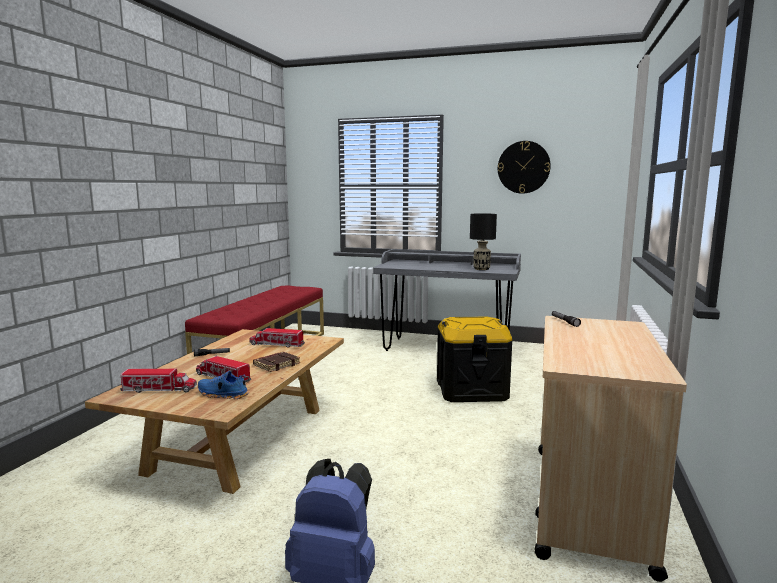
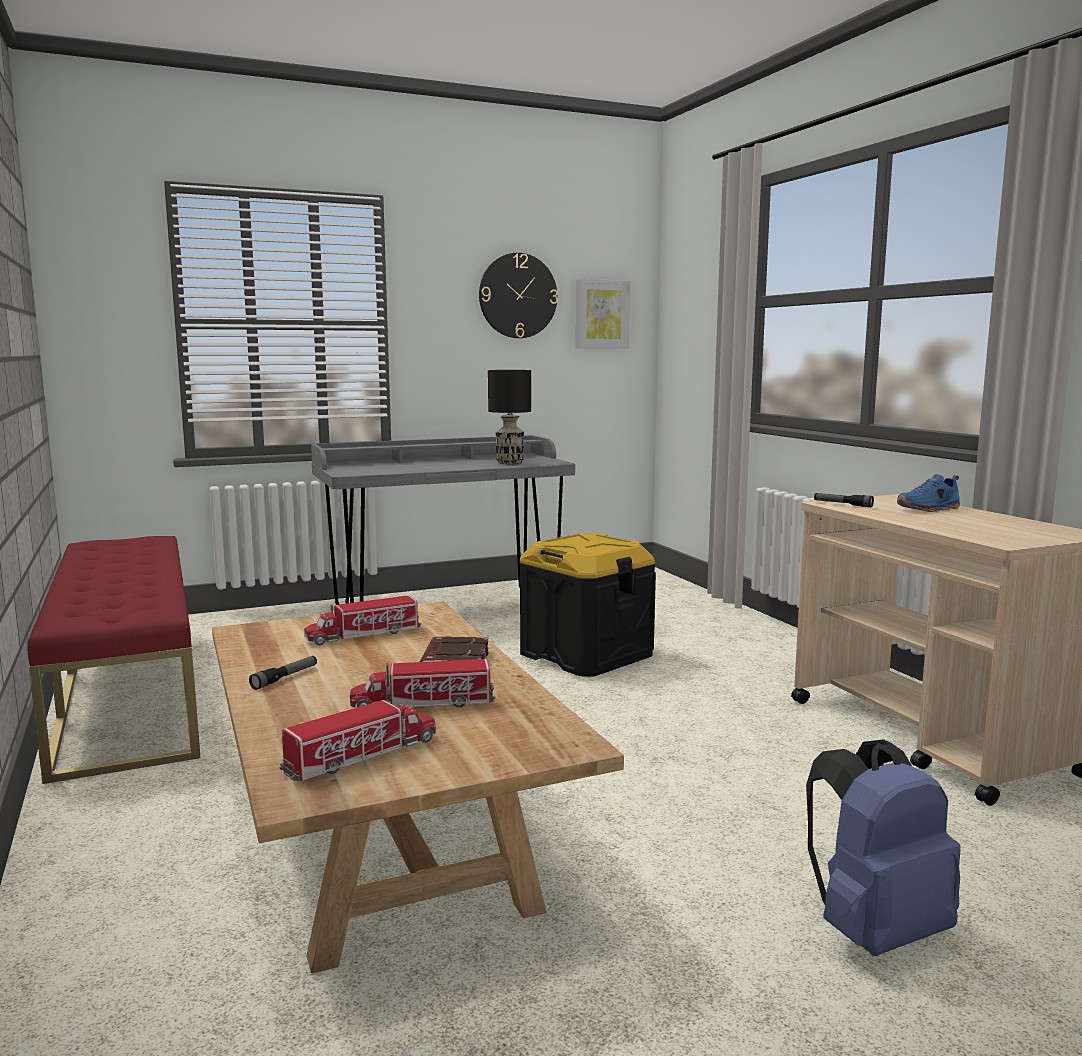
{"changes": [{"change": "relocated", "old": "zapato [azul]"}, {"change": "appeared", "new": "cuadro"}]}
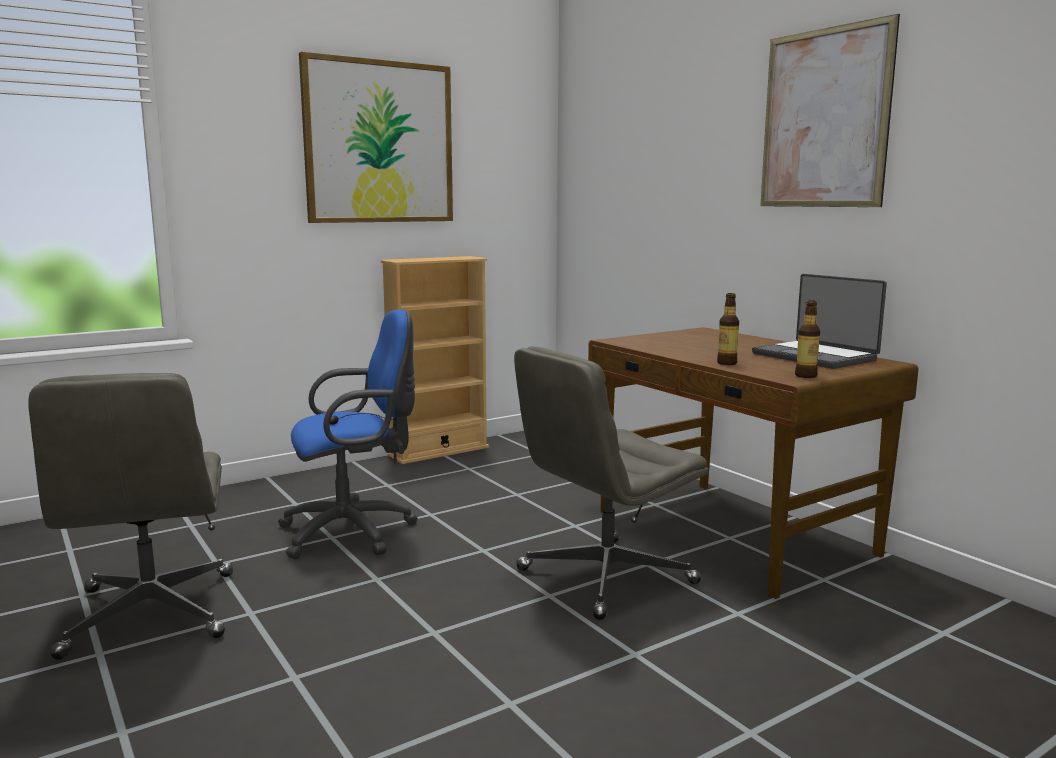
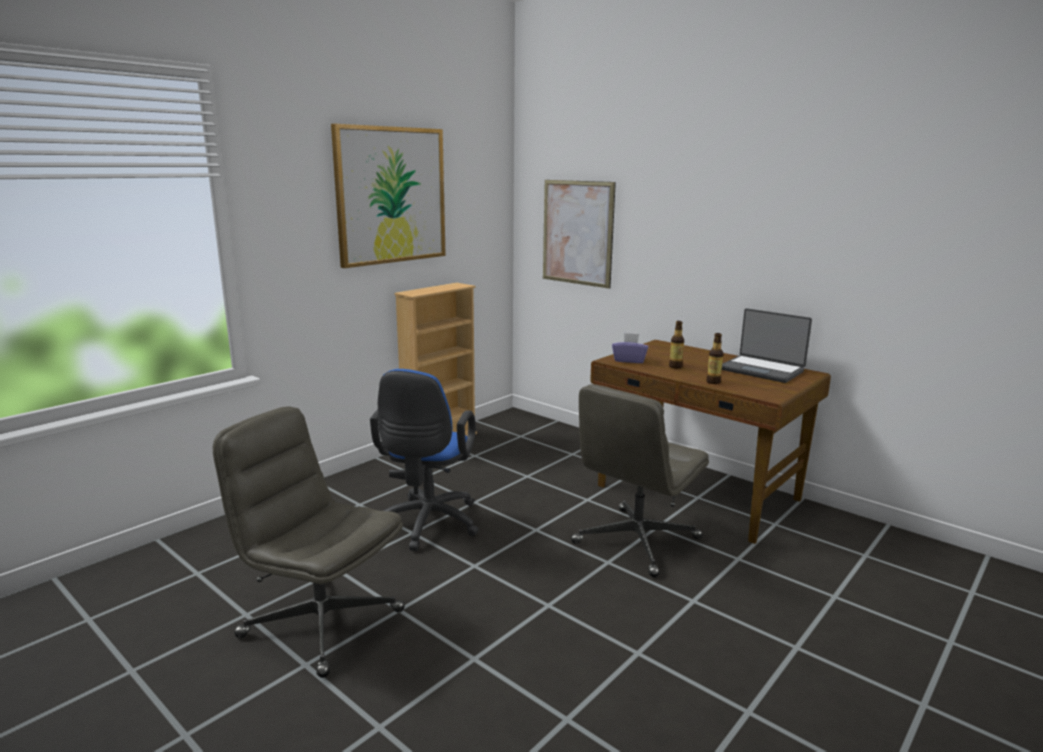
{"changes": [{"change": "relocated", "old": "cuadro (no. 2 from left)"}, {"change": "relocated", "old": "botella (no. 2 from left in the first image)", "new": "botella (no. 1 from left)"}, {"change": "spun", "old": "silla de oficina [azul]", "degrees": 135}, {"change": "spun", "old": "silla de oficina [gris] (no. 1 from left)", "degrees": 150}, {"change": "appeared", "new": "caja de pañuelos [morado]"}]}
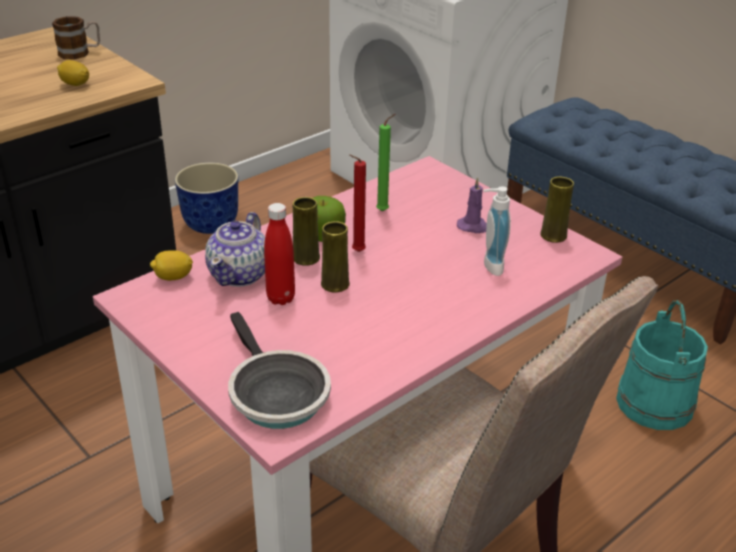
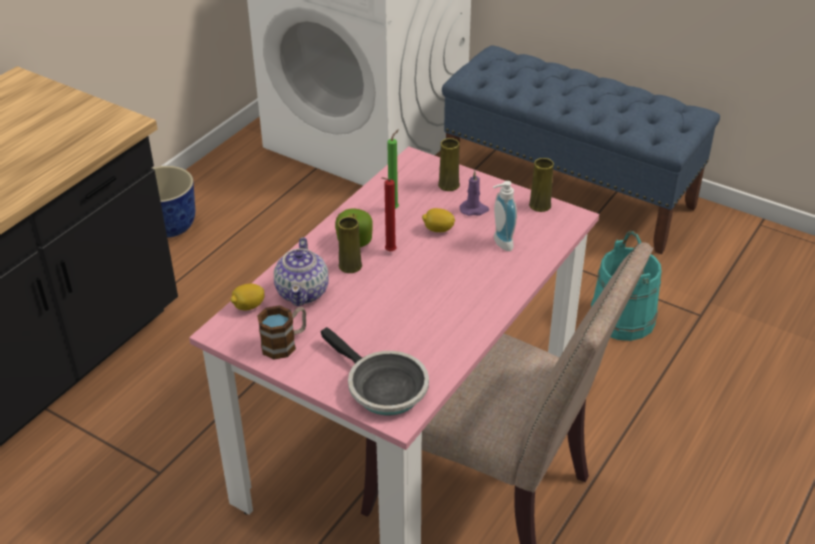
{"changes": [{"change": "relocated", "old": "taza grande"}, {"change": "relocated", "old": "limón (no. 1 from left in the first image)", "new": "limón (no. 2 from left)"}, {"change": "missing", "old": "botella [rojo]"}, {"change": "relocated", "old": "florero [amarillo] (no. 2 from left)"}]}
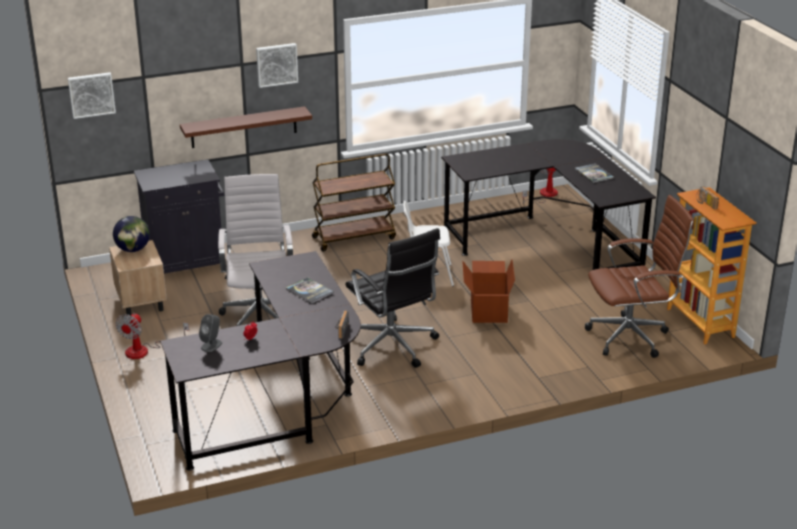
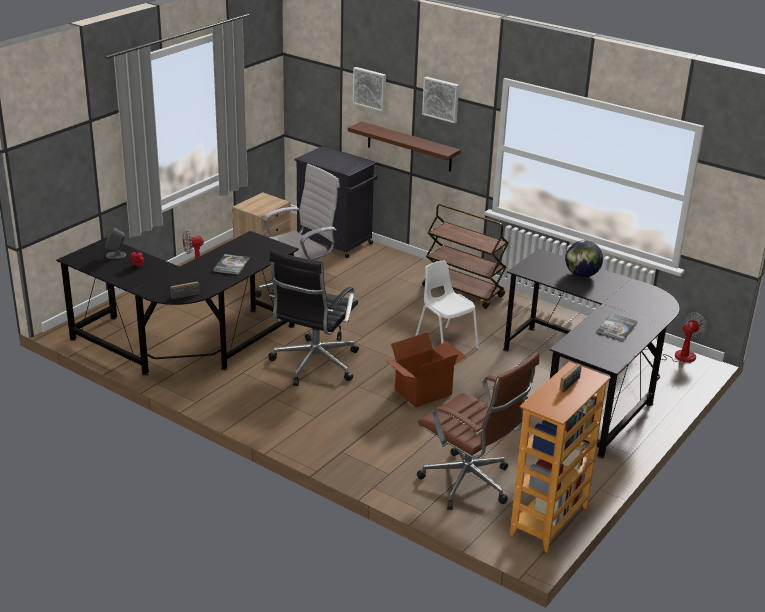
{"changes": [{"change": "relocated", "old": "cuadro (no. 1 from left)"}, {"change": "relocated", "old": "globo terráqueo"}]}
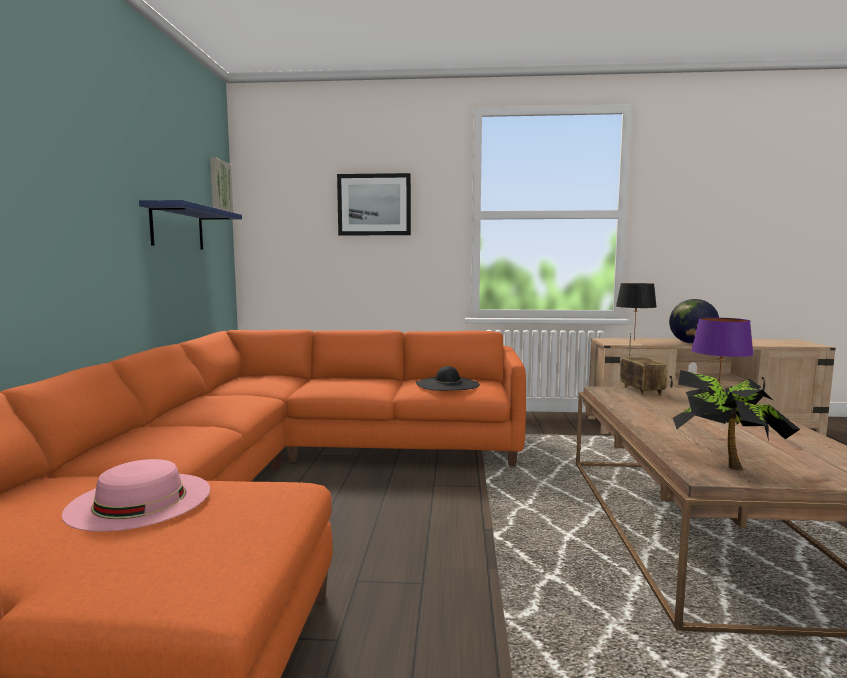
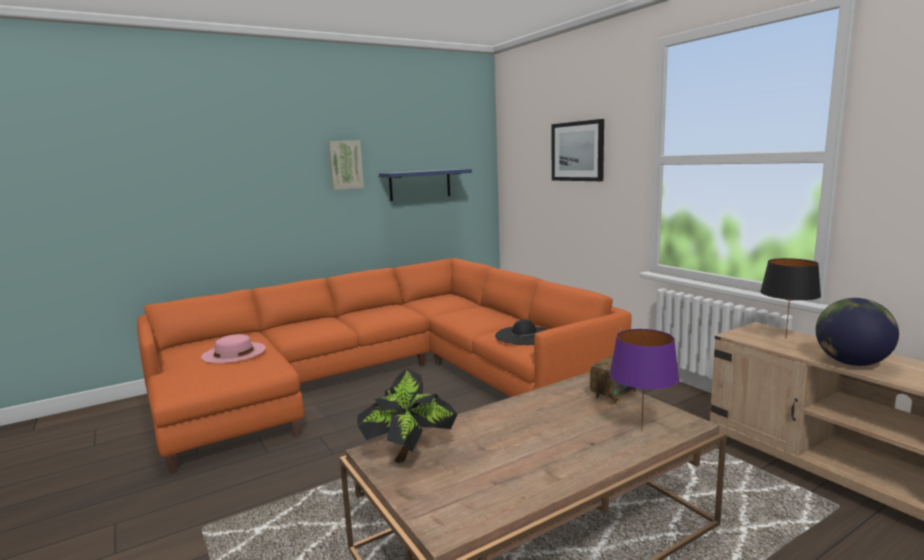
{"changes": [{"change": "relocated", "old": "cuadro (no. 1 from left)"}]}
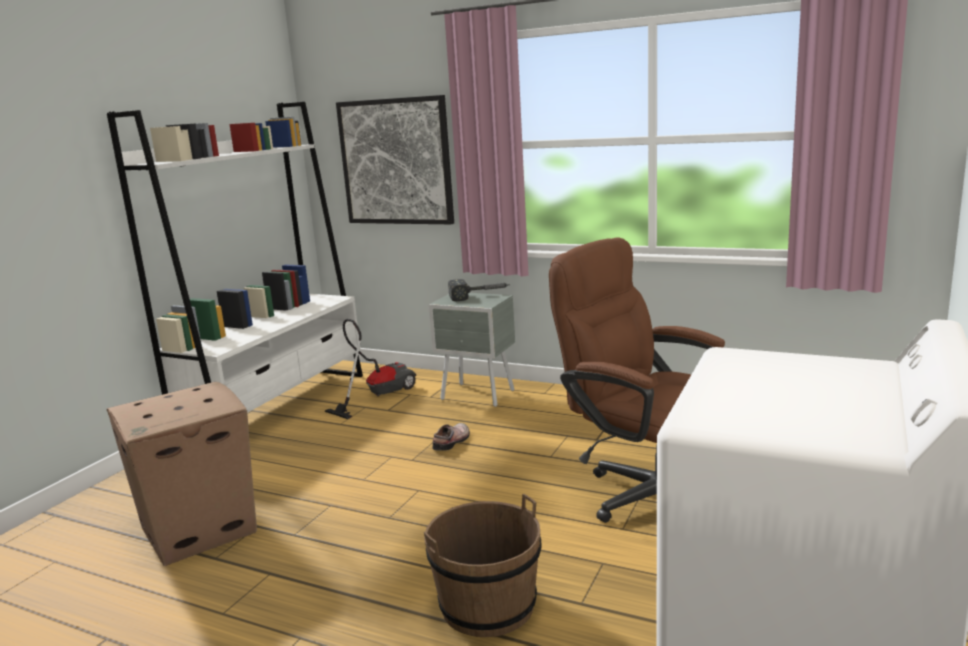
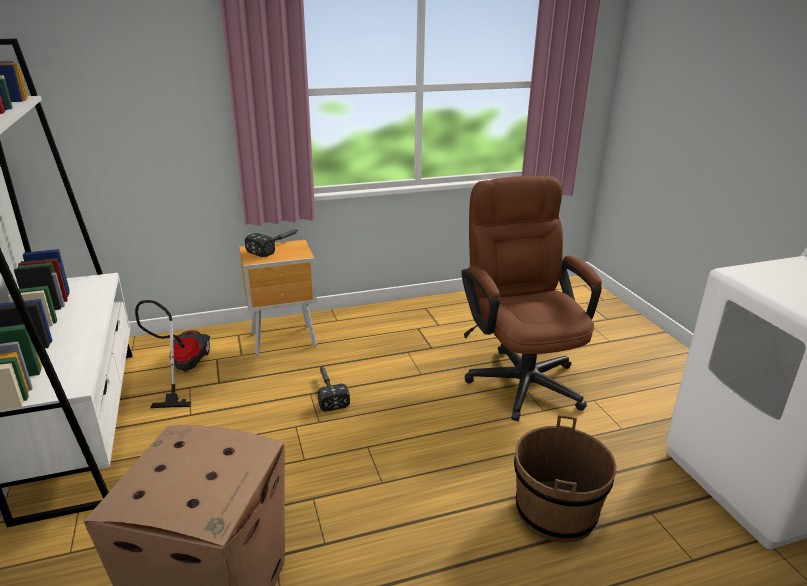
{"changes": [{"change": "missing", "old": "cuadro"}, {"change": "spun", "old": "silla de oficina [marrón]", "degrees": 75}, {"change": "colour", "old": "mesita de noche [gris]", "new": "mesita de noche [marrón]"}, {"change": "exchanged", "old": "zapato", "new": "martillo (no. 2 from left)"}]}
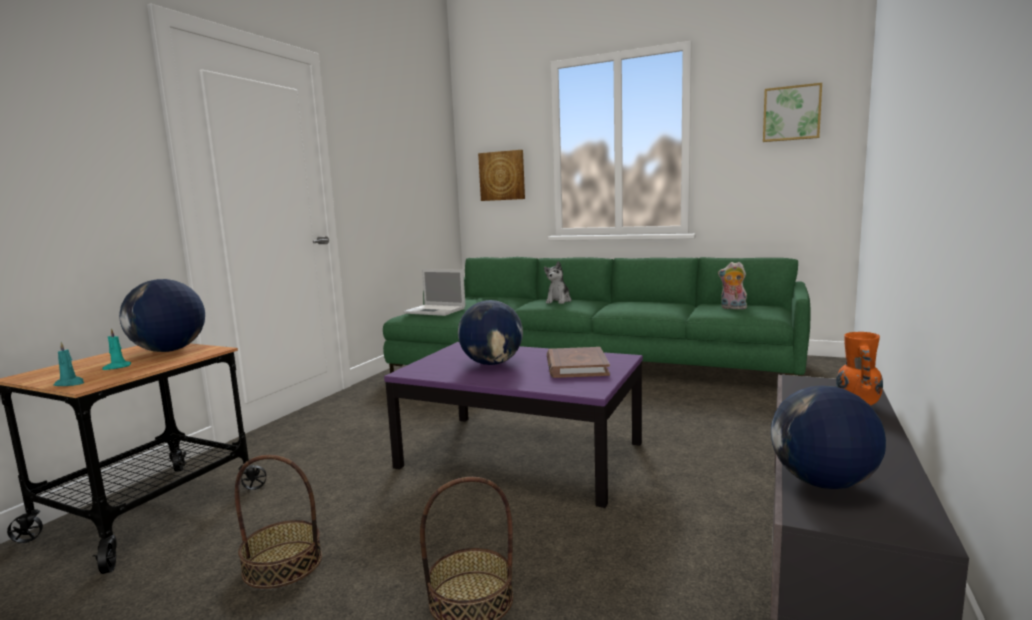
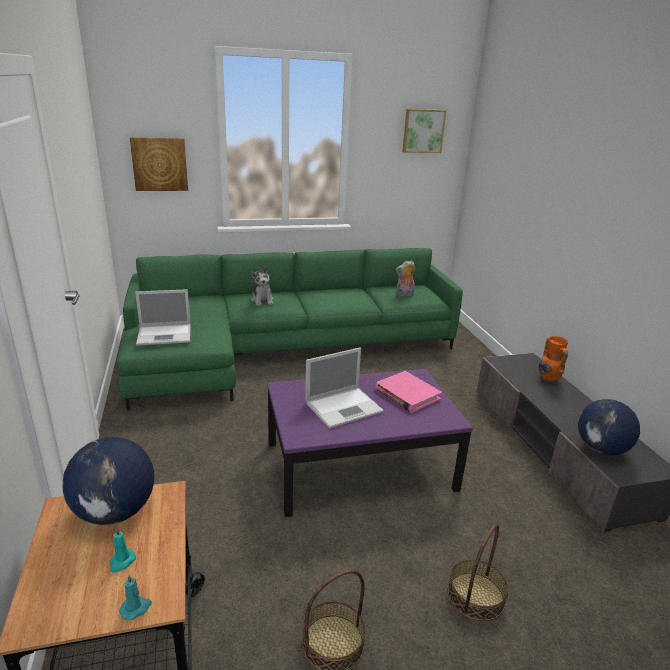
{"changes": [{"change": "exchanged", "old": "globo terráqueo (no. 2 from left)", "new": "portátil (no. 2 from left)"}, {"change": "colour", "old": "libro [marrón]", "new": "libro [rosa]"}]}
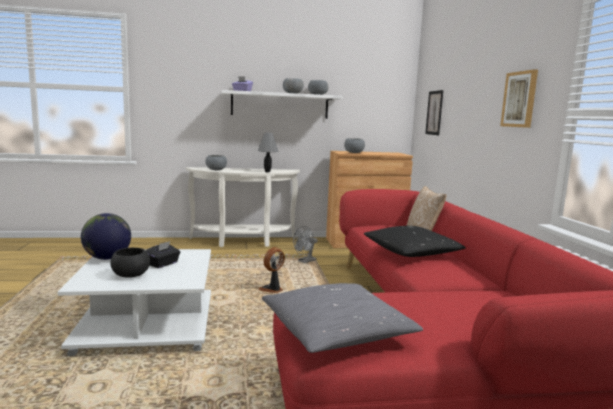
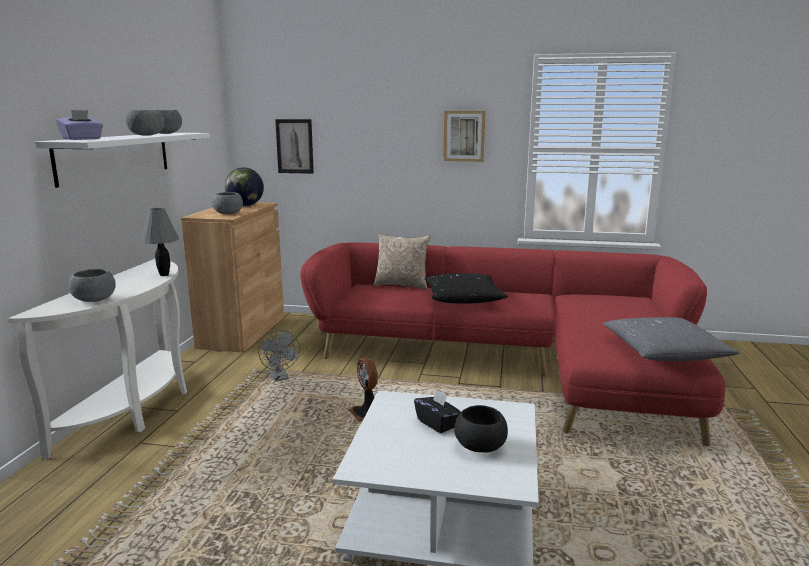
{"changes": [{"change": "relocated", "old": "globo terráqueo"}]}
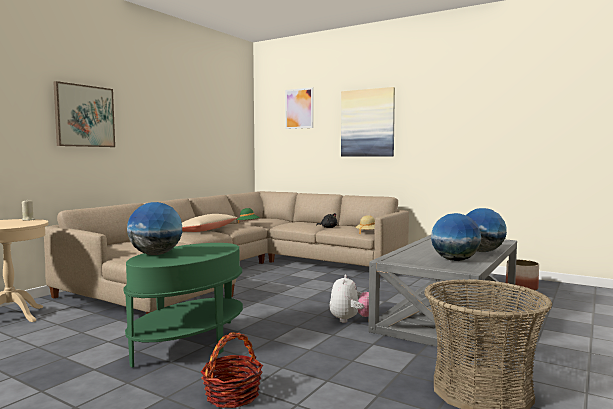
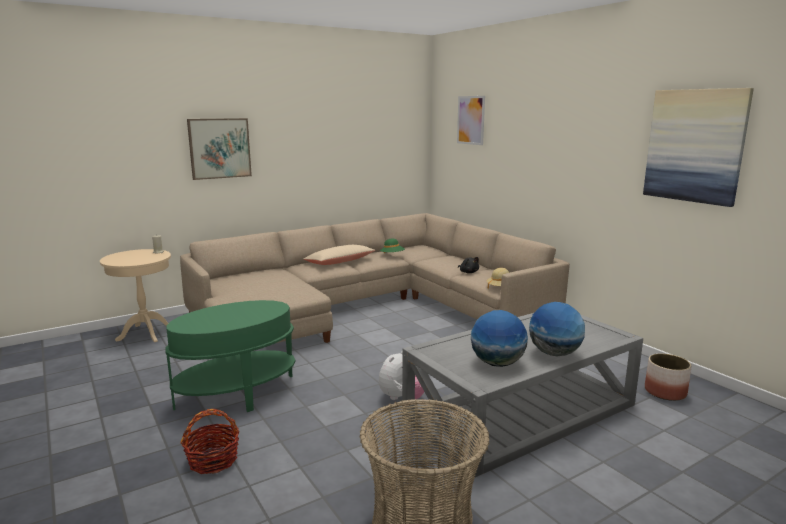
{"changes": [{"change": "relocated", "old": "cuadro (no. 3 from left)"}, {"change": "missing", "old": "globo terráqueo (no. 1 from left)"}]}
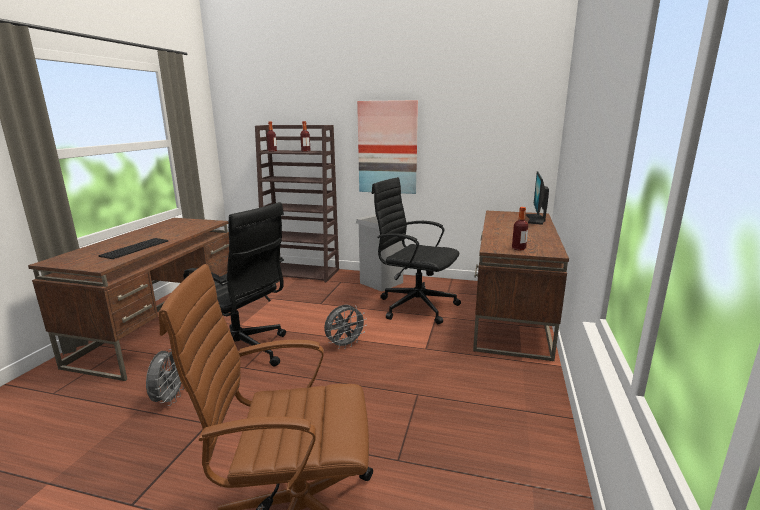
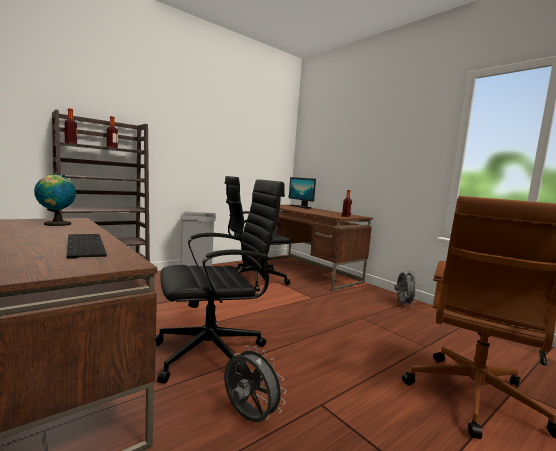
{"changes": [{"change": "missing", "old": "cuadro"}, {"change": "relocated", "old": "ventilador [gris] (no. 2 from left)"}, {"change": "appeared", "new": "globo terráqueo"}]}
